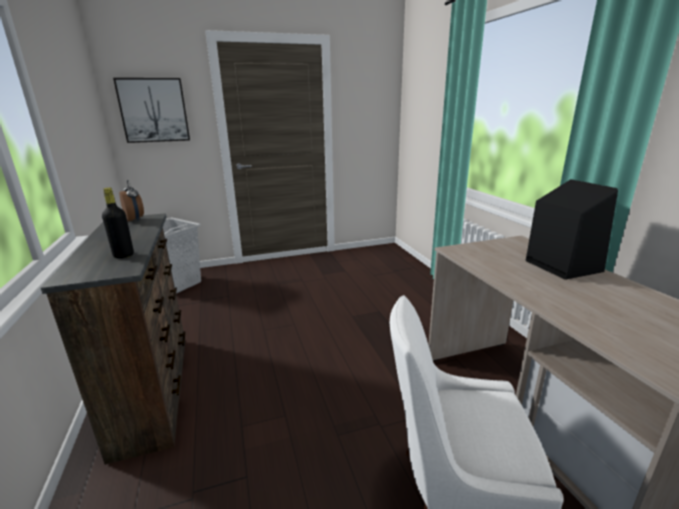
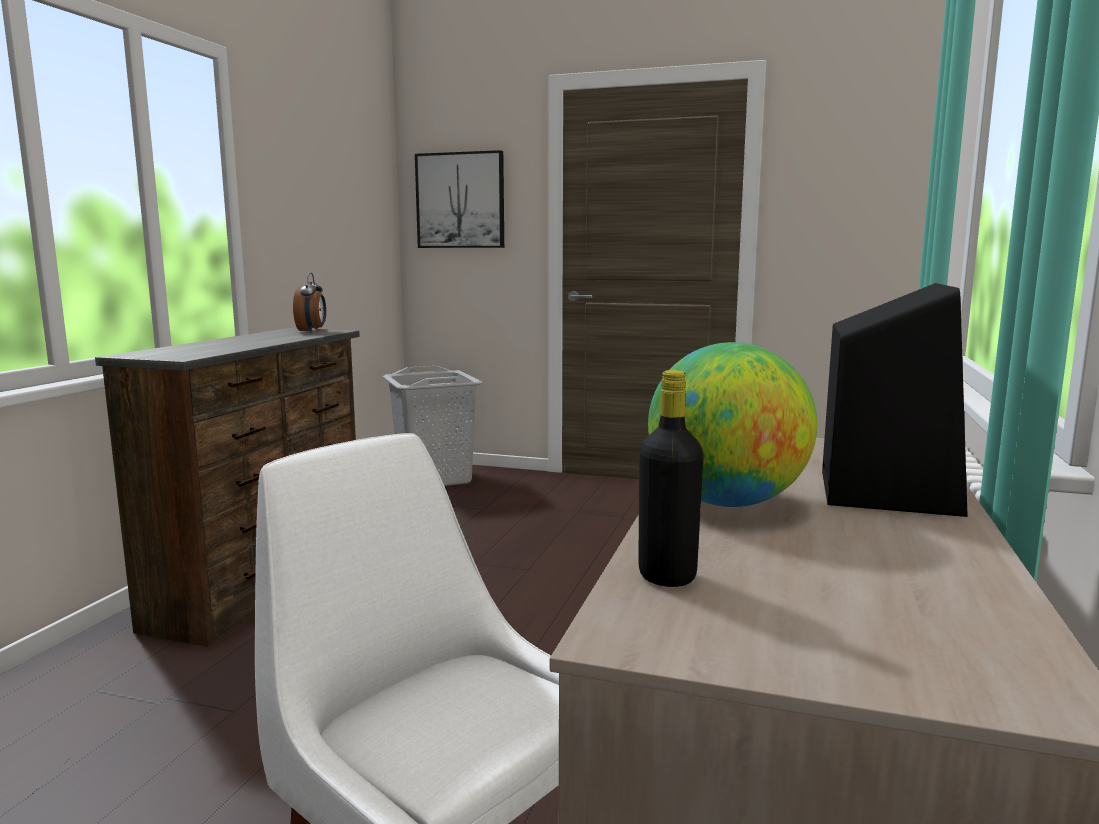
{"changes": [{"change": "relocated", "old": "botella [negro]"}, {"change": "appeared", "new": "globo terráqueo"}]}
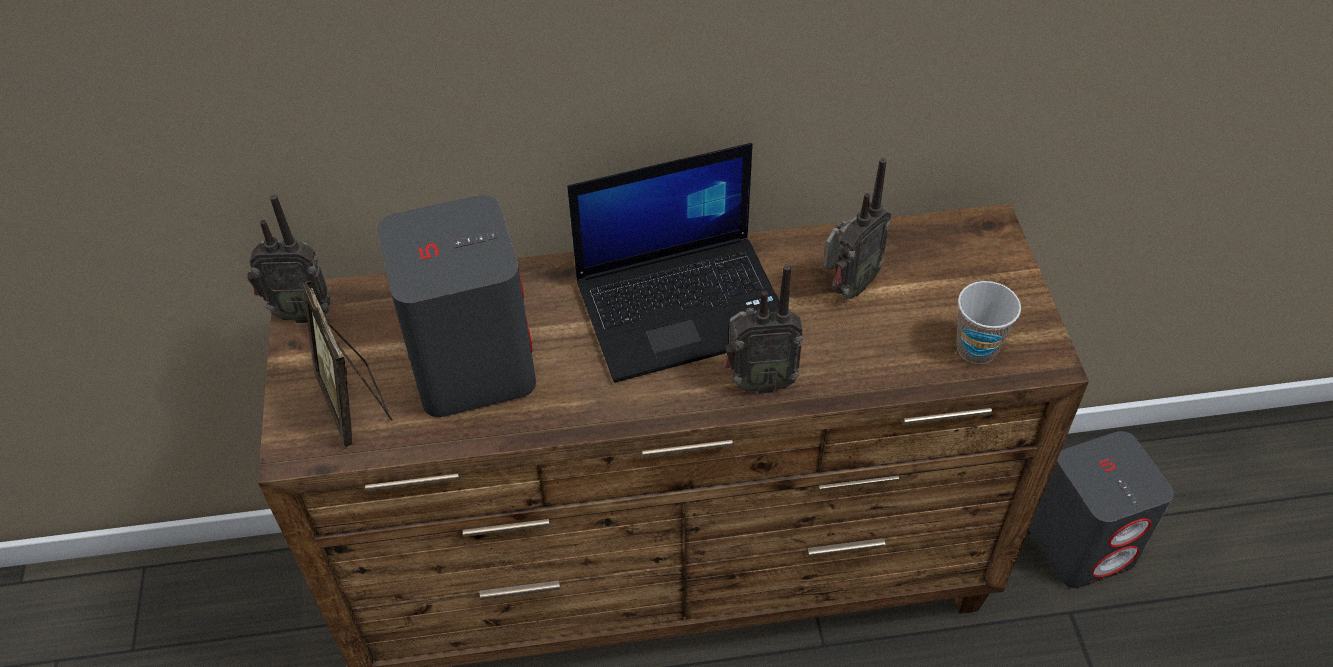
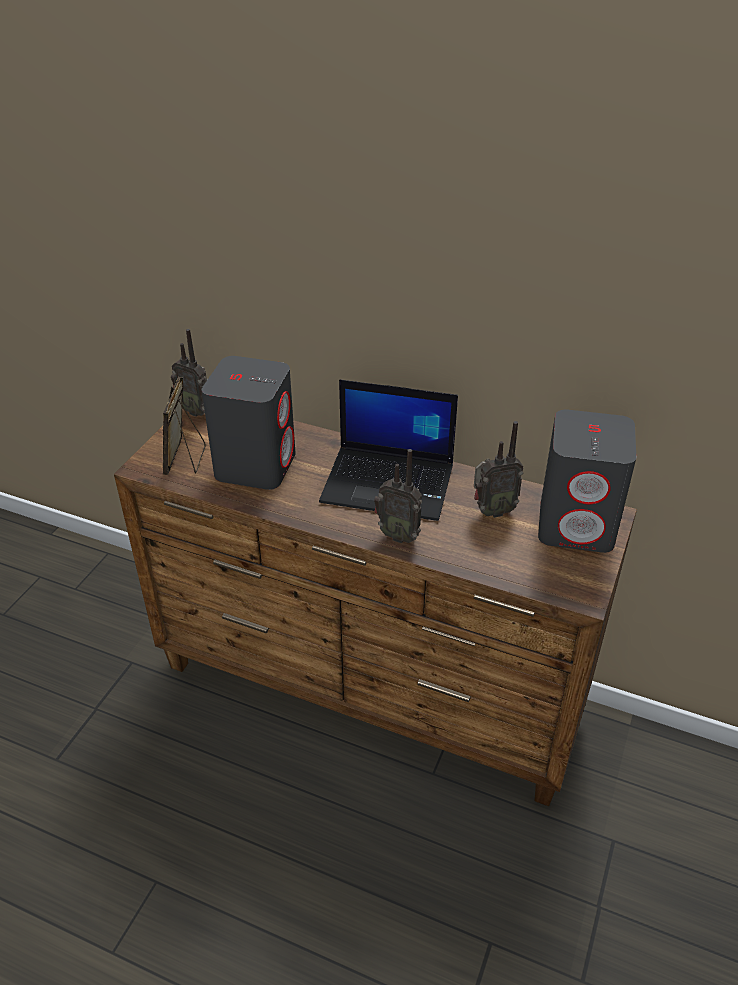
{"changes": [{"change": "missing", "old": "taza"}, {"change": "relocated", "old": "altavoz [gris] (no. 2 from left)"}]}
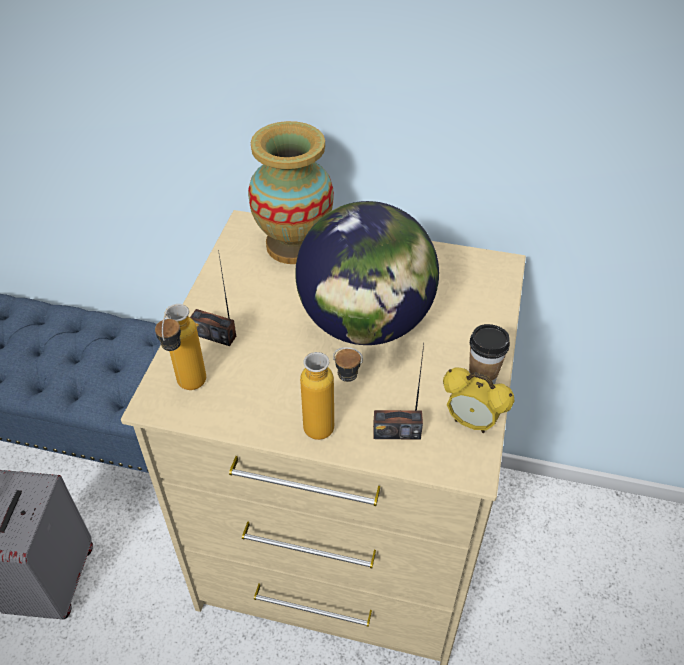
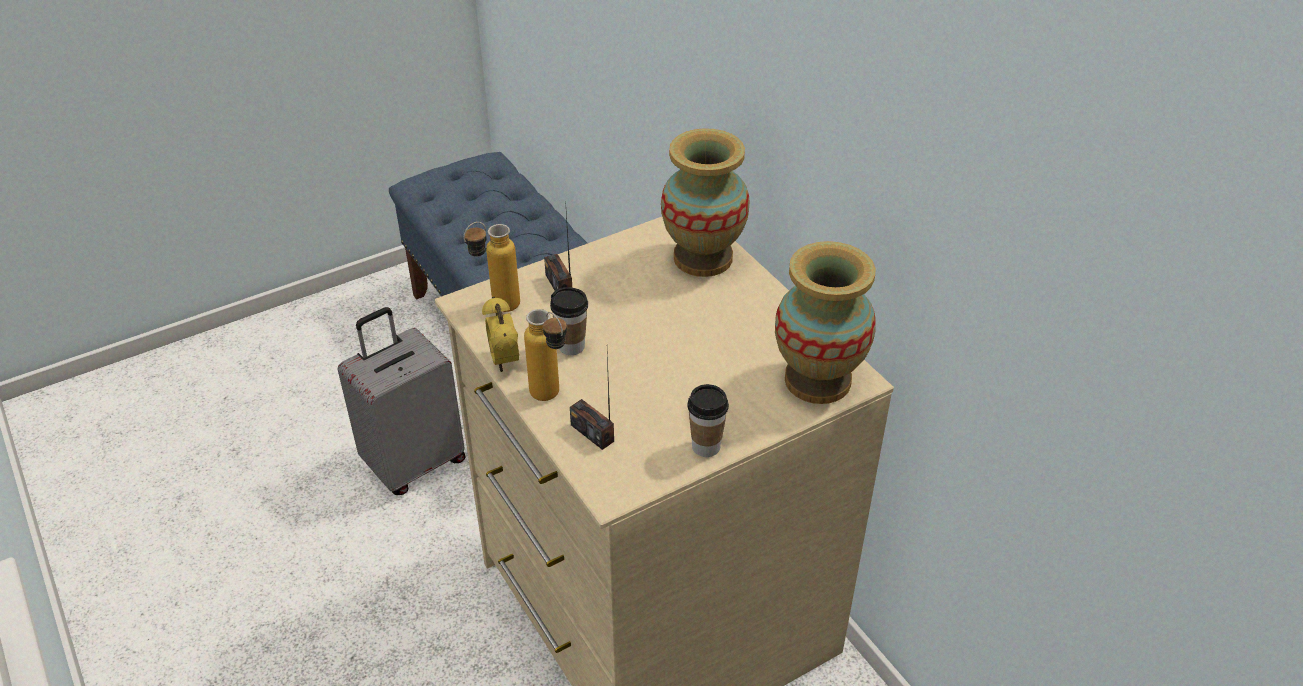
{"changes": [{"change": "missing", "old": "globo terráqueo"}, {"change": "relocated", "old": "despertador"}, {"change": "appeared", "new": "florero (no. 2 from left)"}, {"change": "appeared", "new": "taza (no. 1 from left)"}]}
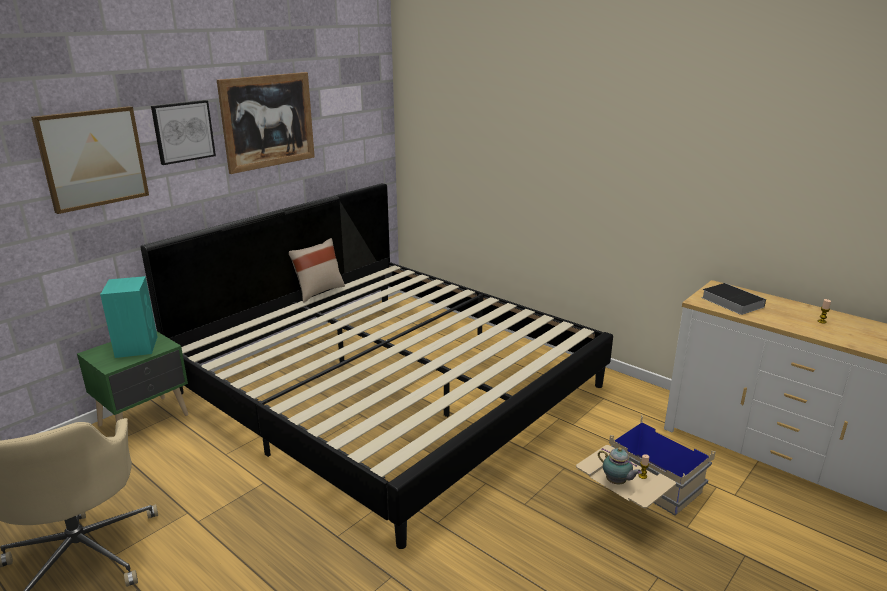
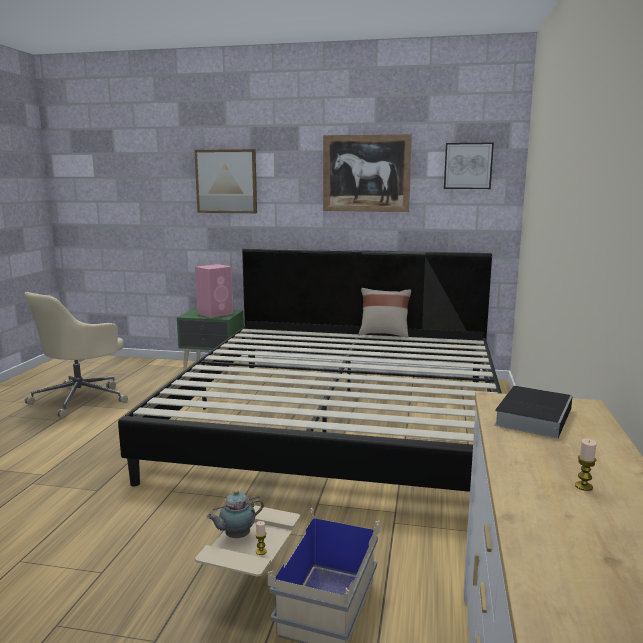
{"changes": [{"change": "relocated", "old": "cuadro (no. 2 from left in the first image)", "new": "cuadro (no. 3 from left)"}, {"change": "colour", "old": "altavoz [turquesa]", "new": "altavoz [rosa]"}, {"change": "spun", "old": "tetera", "degrees": 45}]}
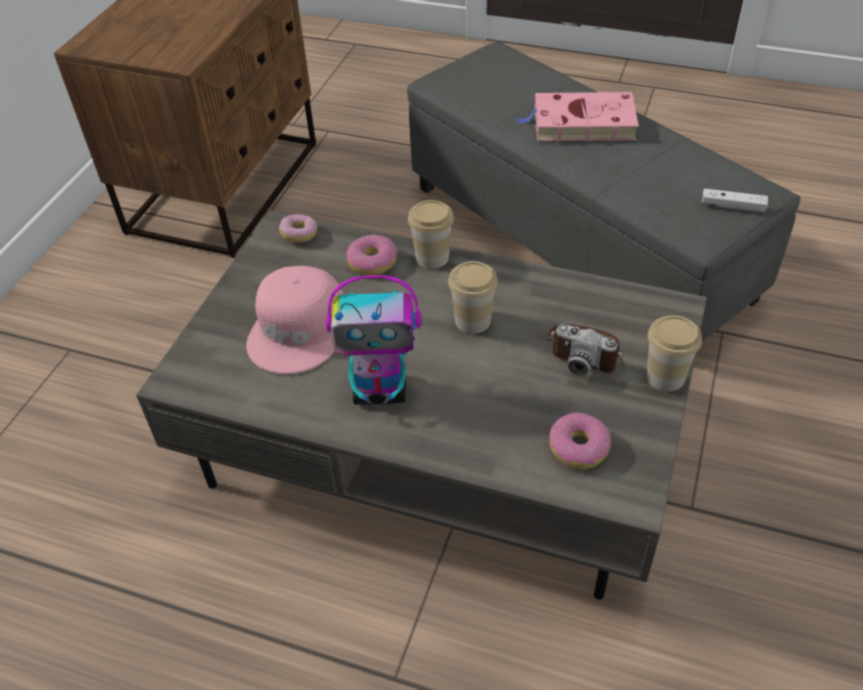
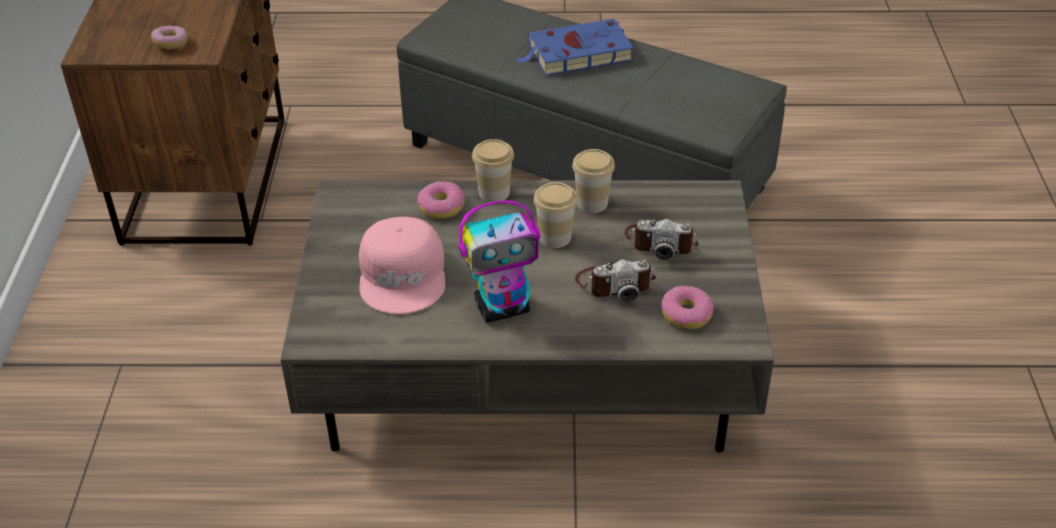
{"changes": [{"change": "colour", "old": "libro [rosa]", "new": "libro [azul]"}, {"change": "missing", "old": "mando de consola [blanco]"}, {"change": "relocated", "old": "rosquilla (no. 1 from left)"}, {"change": "relocated", "old": "taza (no. 3 from left)"}, {"change": "appeared", "new": "cámara (no. 1 from left)"}]}
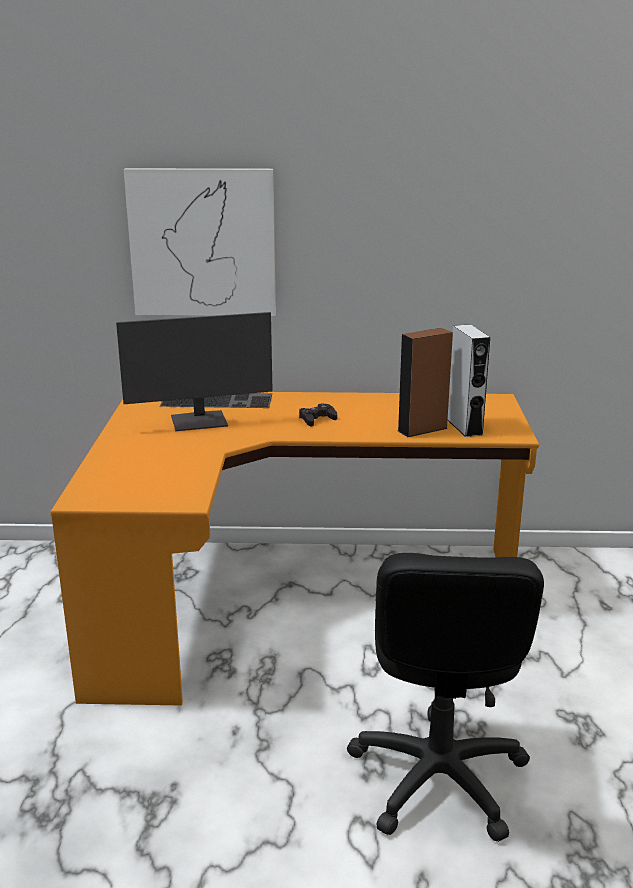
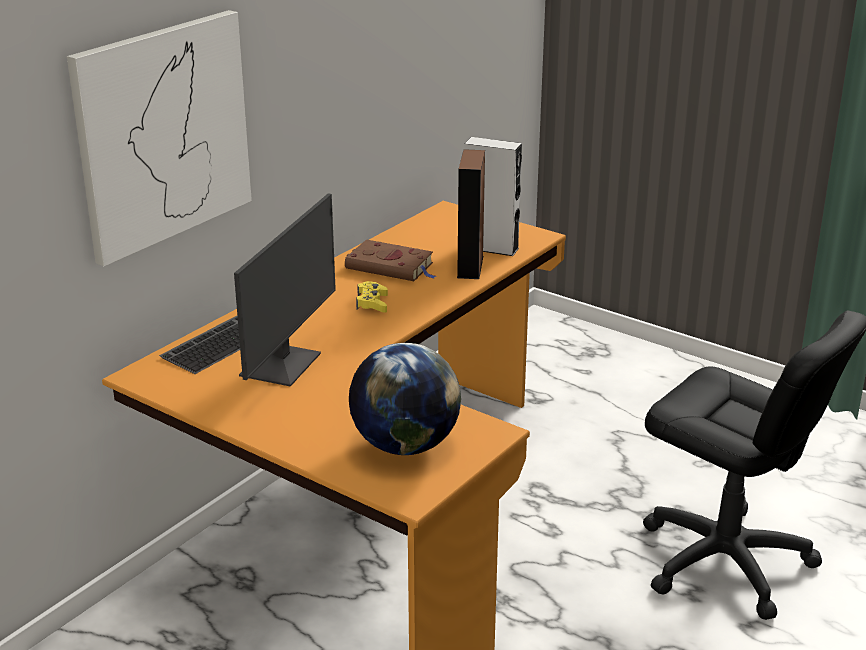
{"changes": [{"change": "colour", "old": "mando de consola [negro]", "new": "mando de consola [amarillo]"}, {"change": "appeared", "new": "libro [marrón]"}, {"change": "appeared", "new": "globo terráqueo"}]}
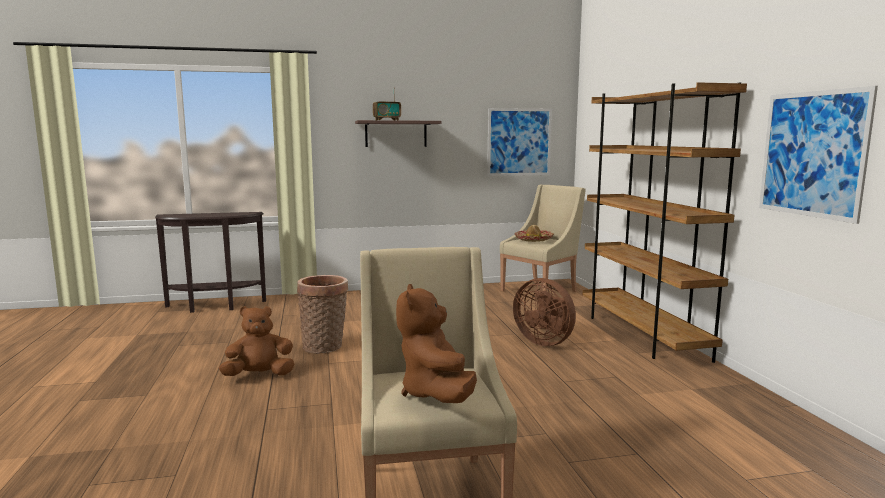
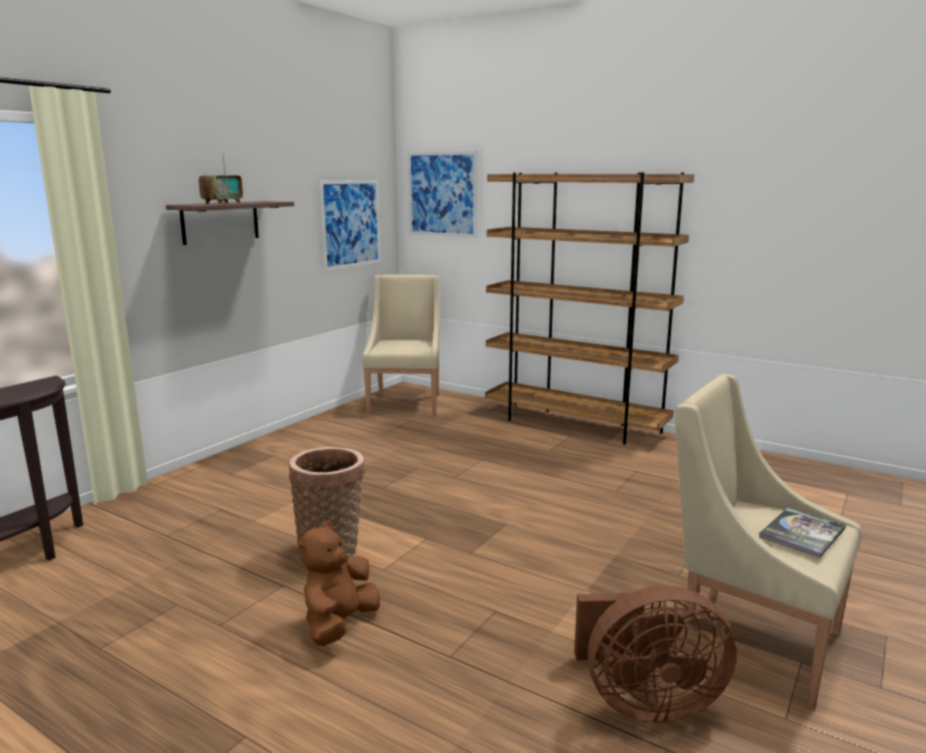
{"changes": [{"change": "relocated", "old": "cuadro (no. 2 from left)"}, {"change": "missing", "old": "sombrero"}, {"change": "relocated", "old": "ventilador [marrón]"}, {"change": "exchanged", "old": "peluche [marrón] (no. 2 from left)", "new": "libro"}]}
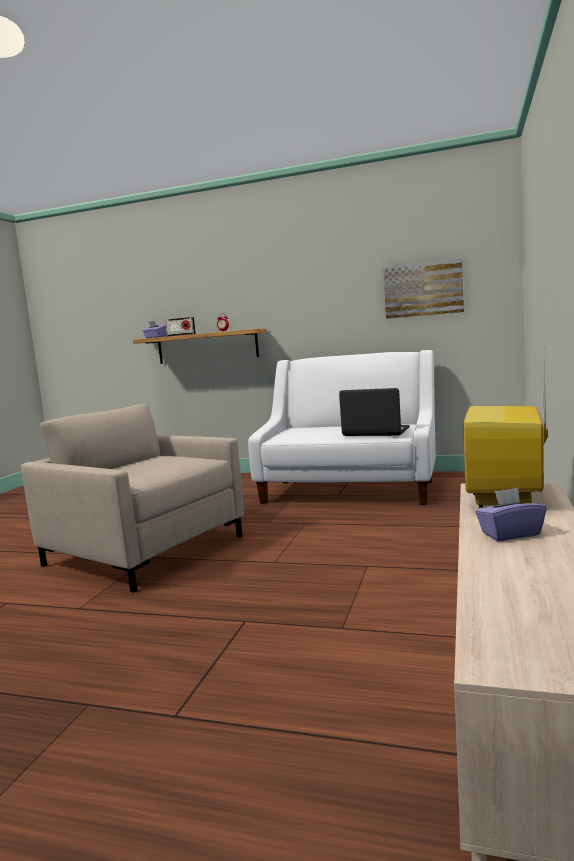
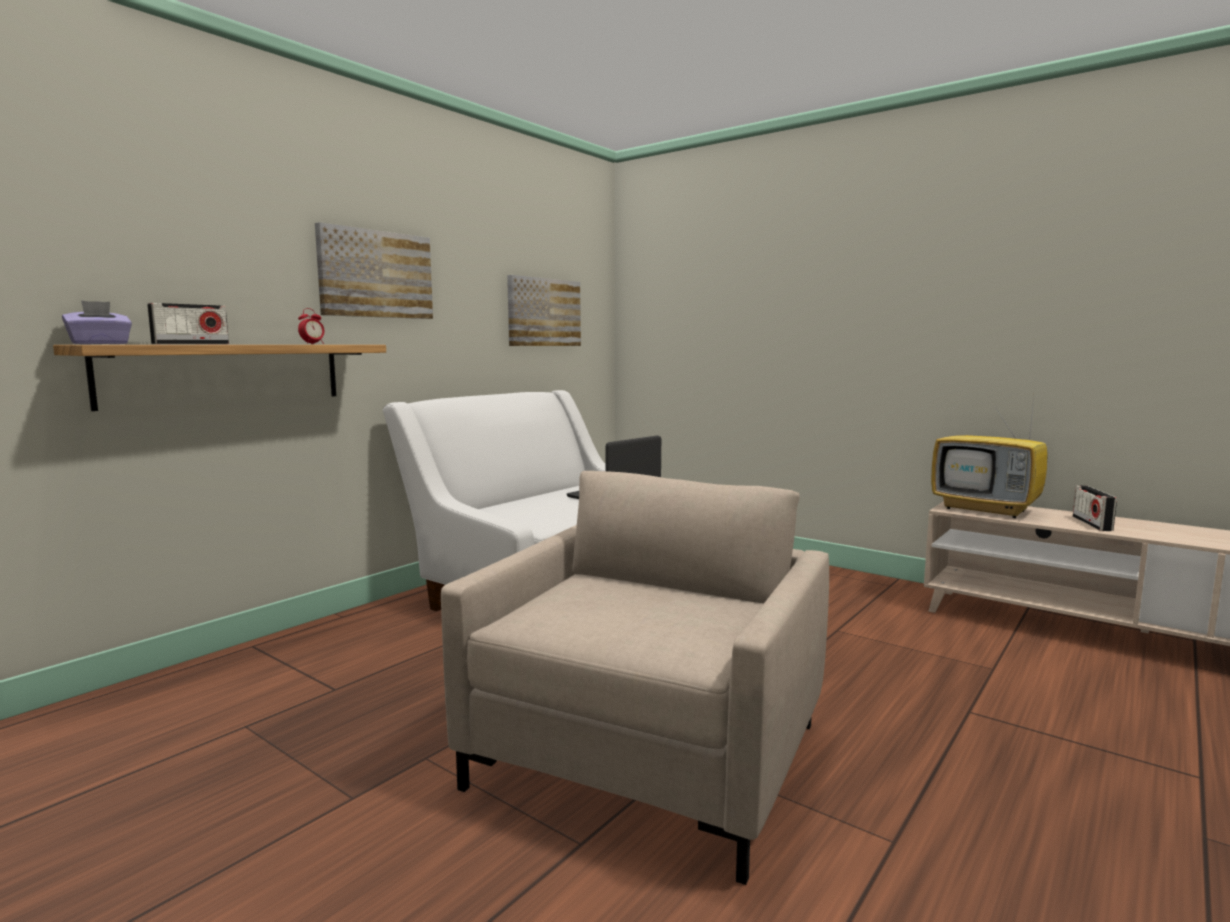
{"changes": [{"change": "spun", "old": "sillón [beis]", "degrees": 150}, {"change": "exchanged", "old": "caja de pañuelos [morado] (no. 2 from left)", "new": "radio (no. 2 from left)"}, {"change": "appeared", "new": "cuadro (no. 1 from left)"}]}
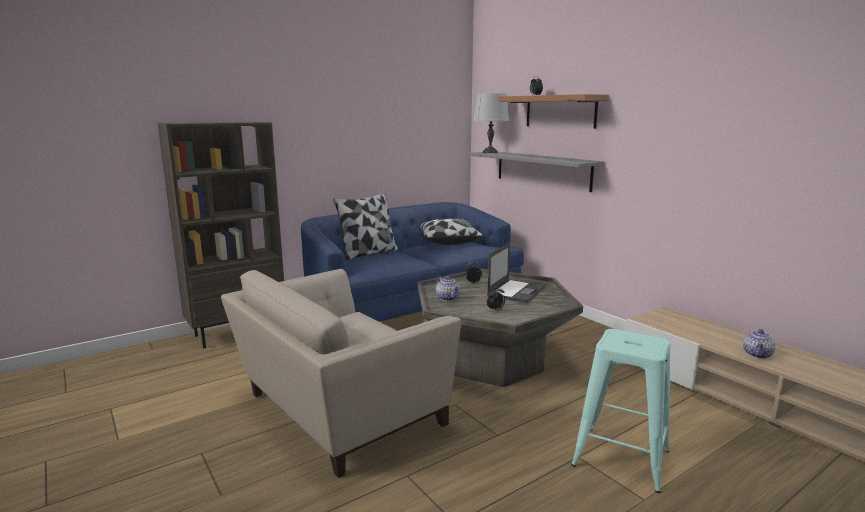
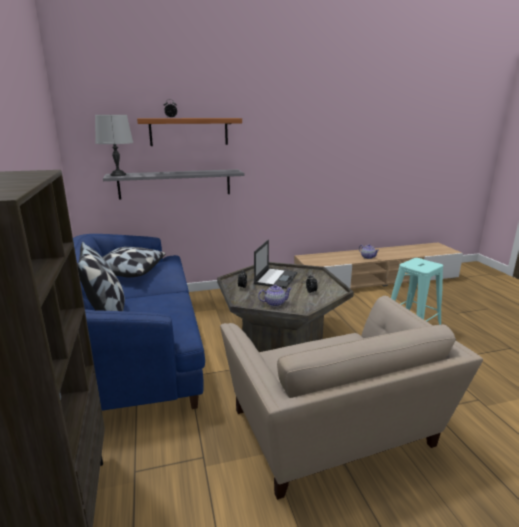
{"changes": [{"change": "spun", "old": "portátil", "degrees": 60}]}
